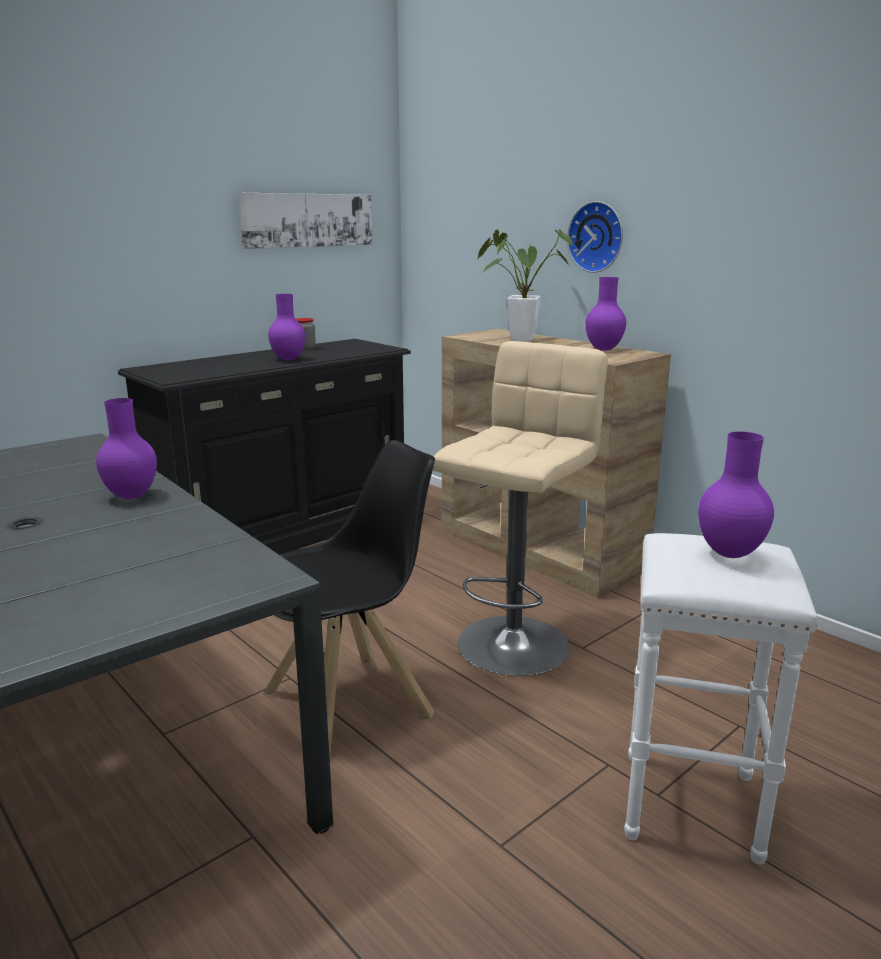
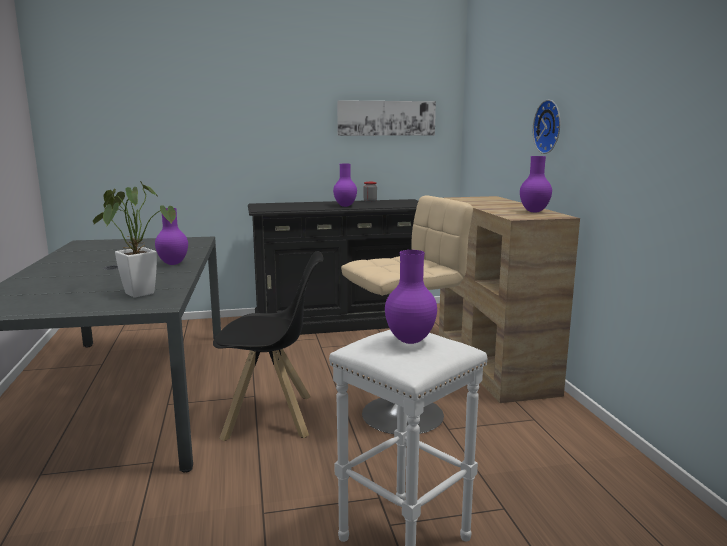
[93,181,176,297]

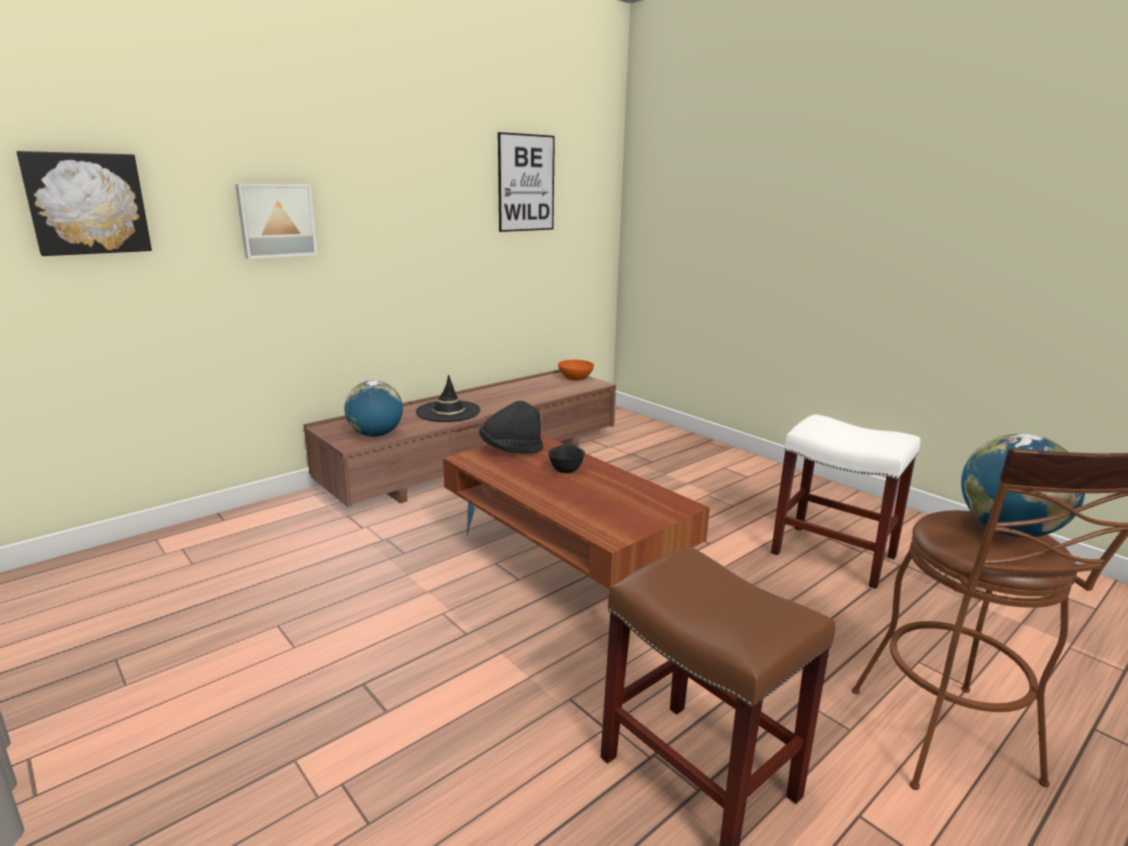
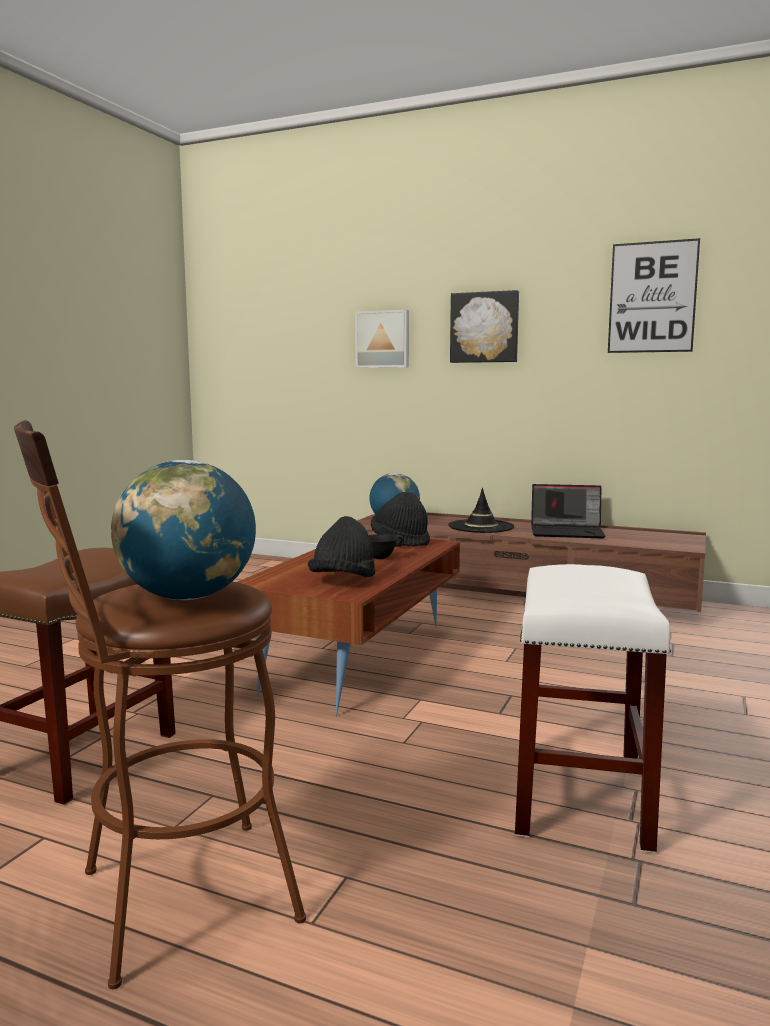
[450,290,519,363]
[558,360,594,381] (first image)
[531,484,606,539]
[308,516,375,577]

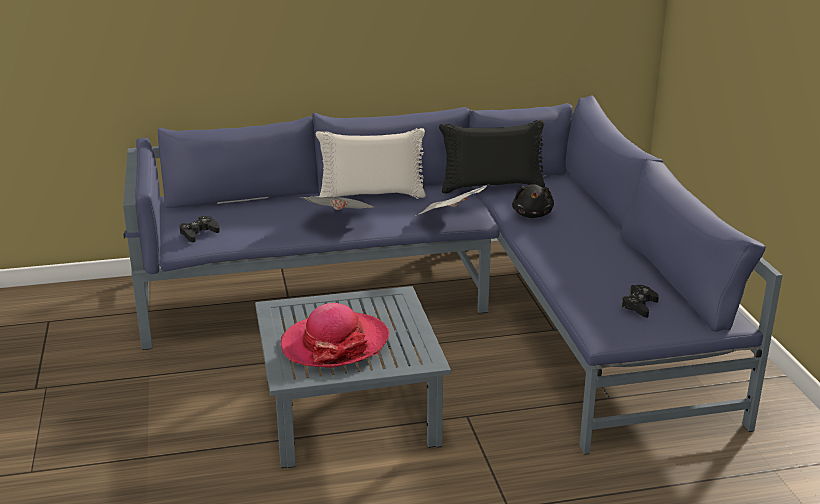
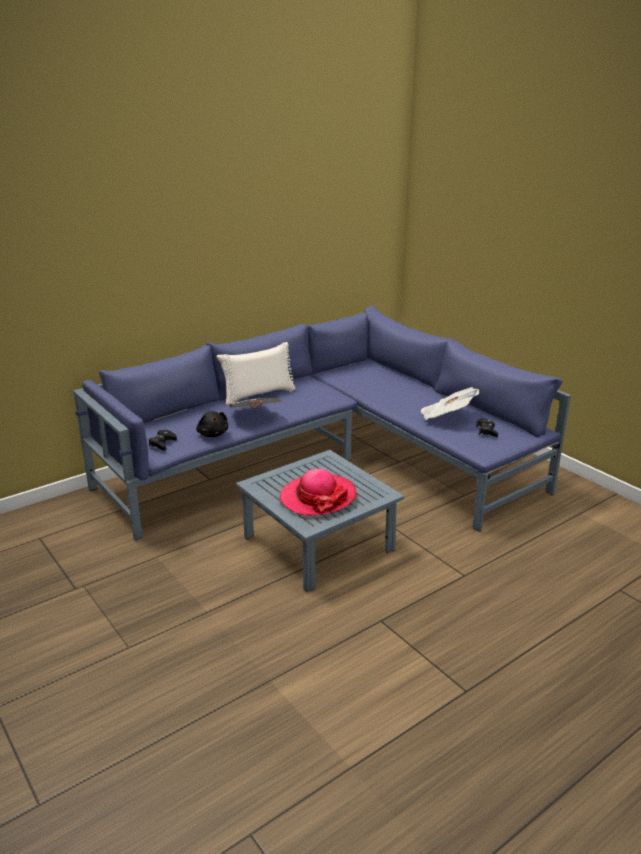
[439,120,545,194] (first image)
[421,387,479,420]
[196,411,228,437]

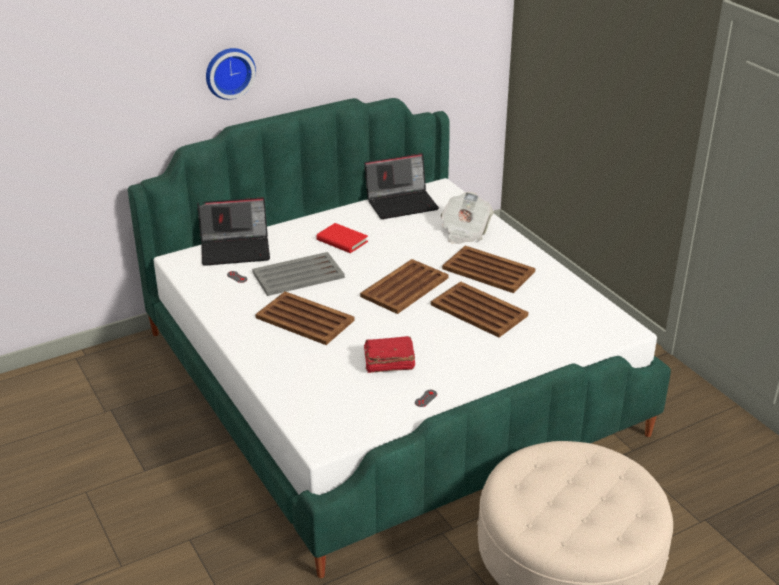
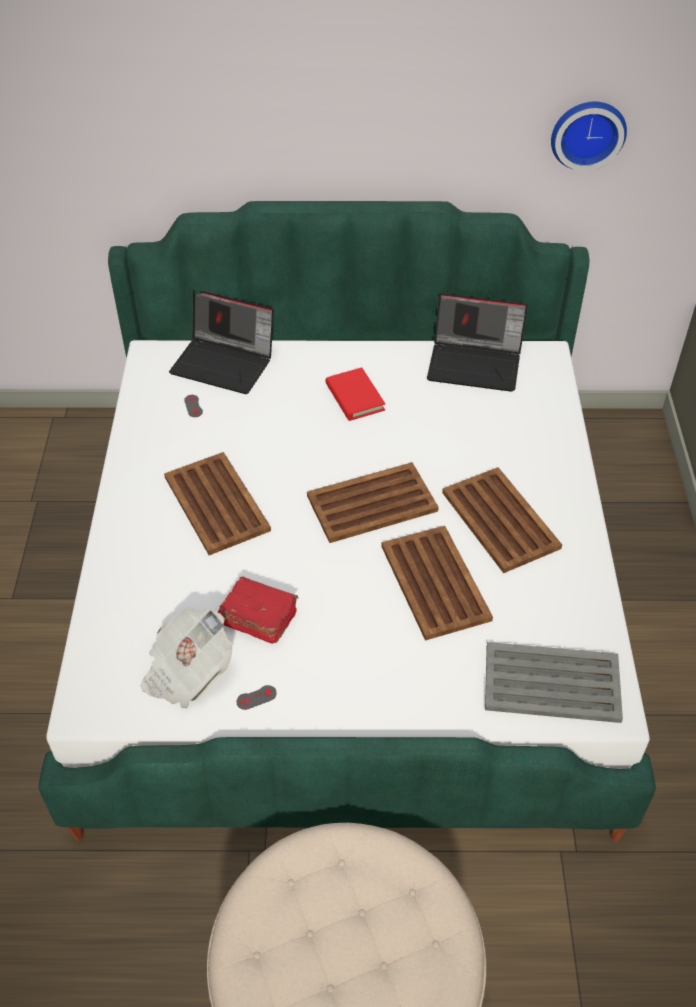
[551,102,627,171]
[141,607,232,709]
[485,642,623,723]

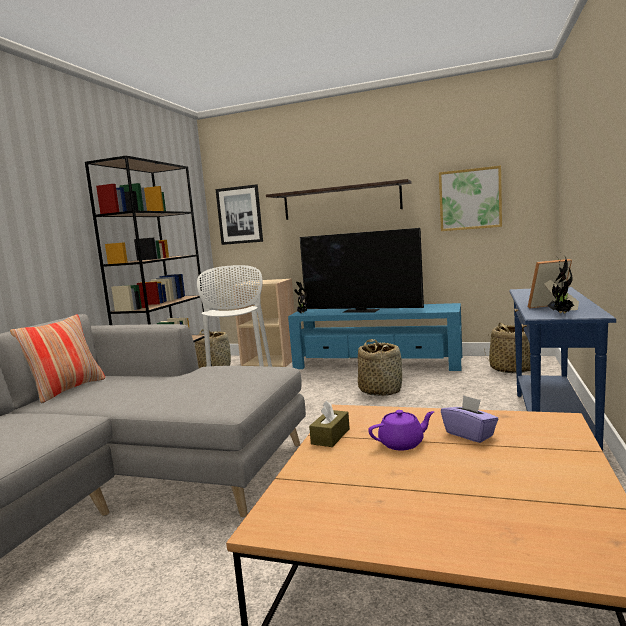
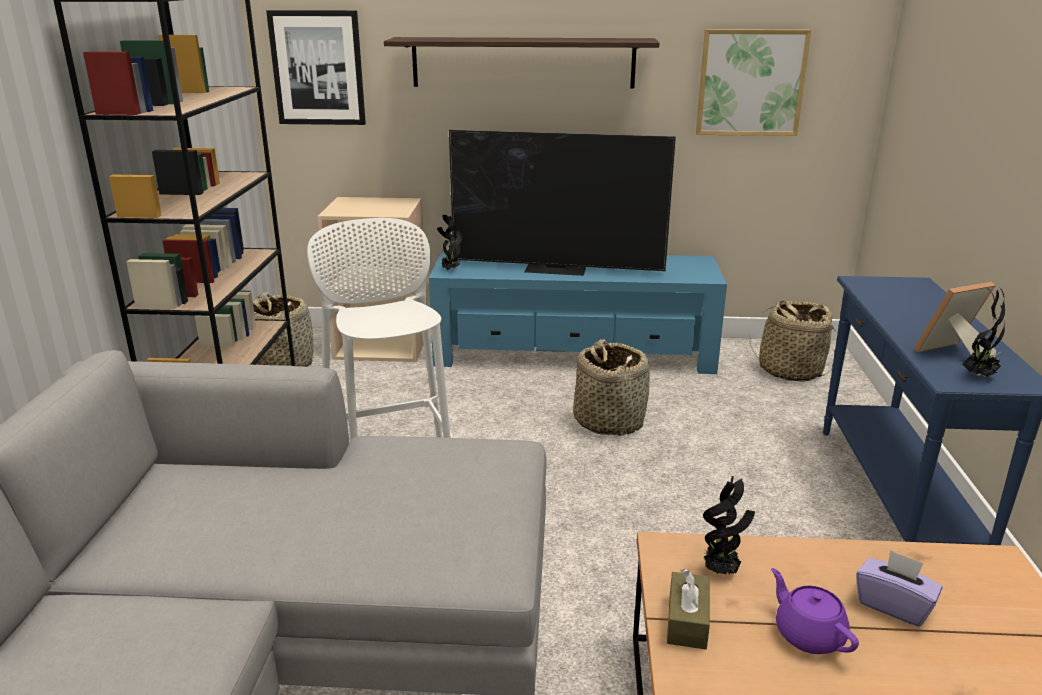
[10,315,105,404] (first image)
[771,568,859,654]
[703,476,755,574]

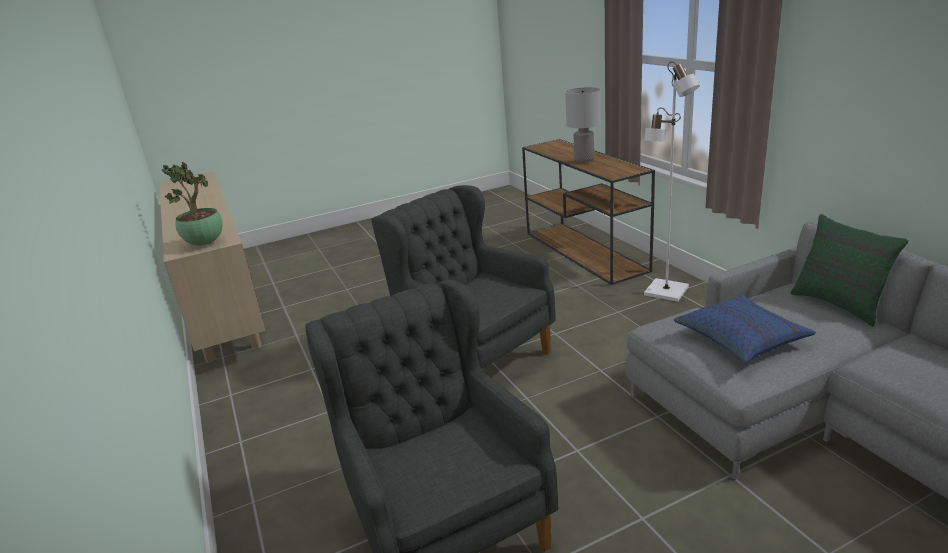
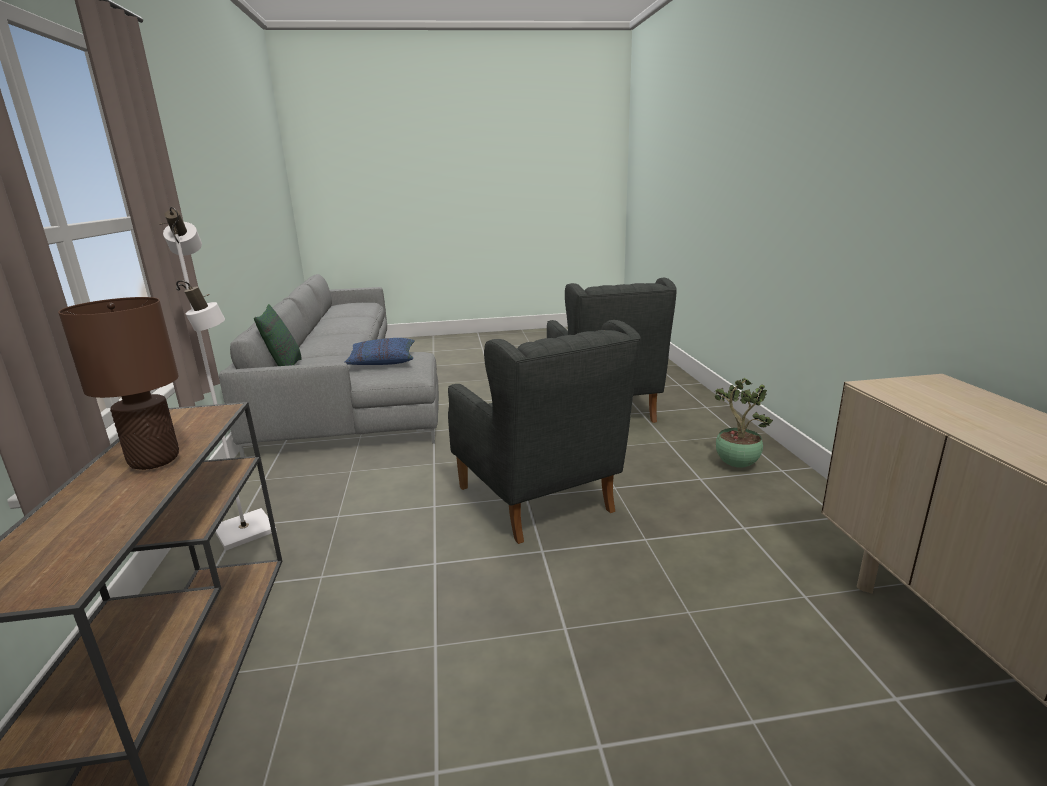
[58,297,179,470]
[715,378,773,468]

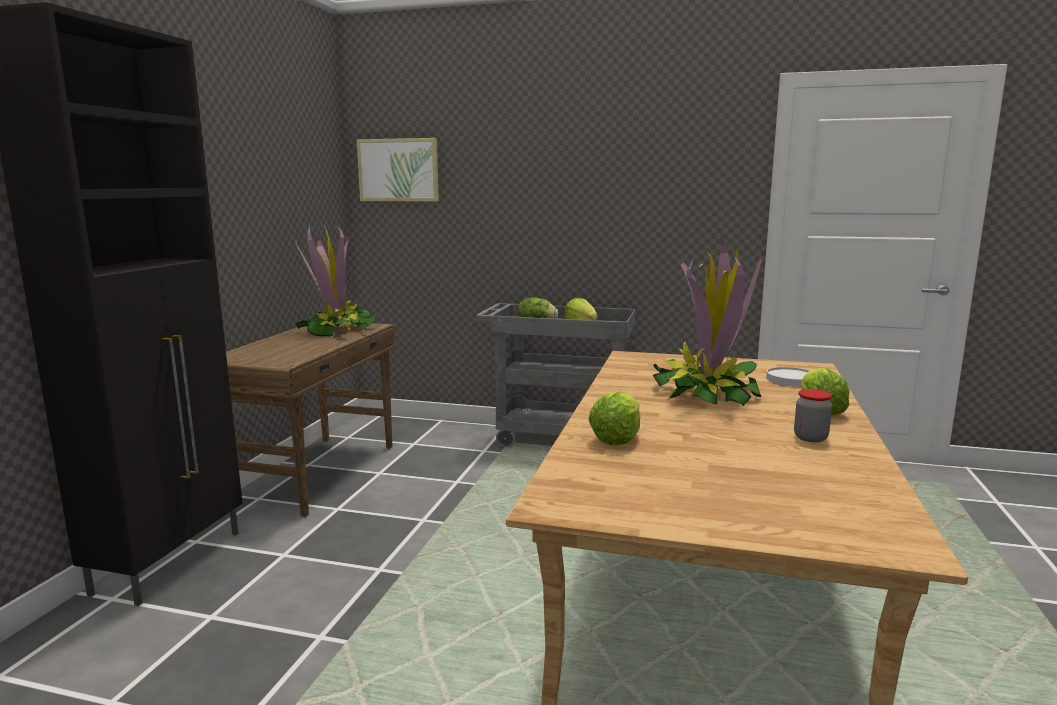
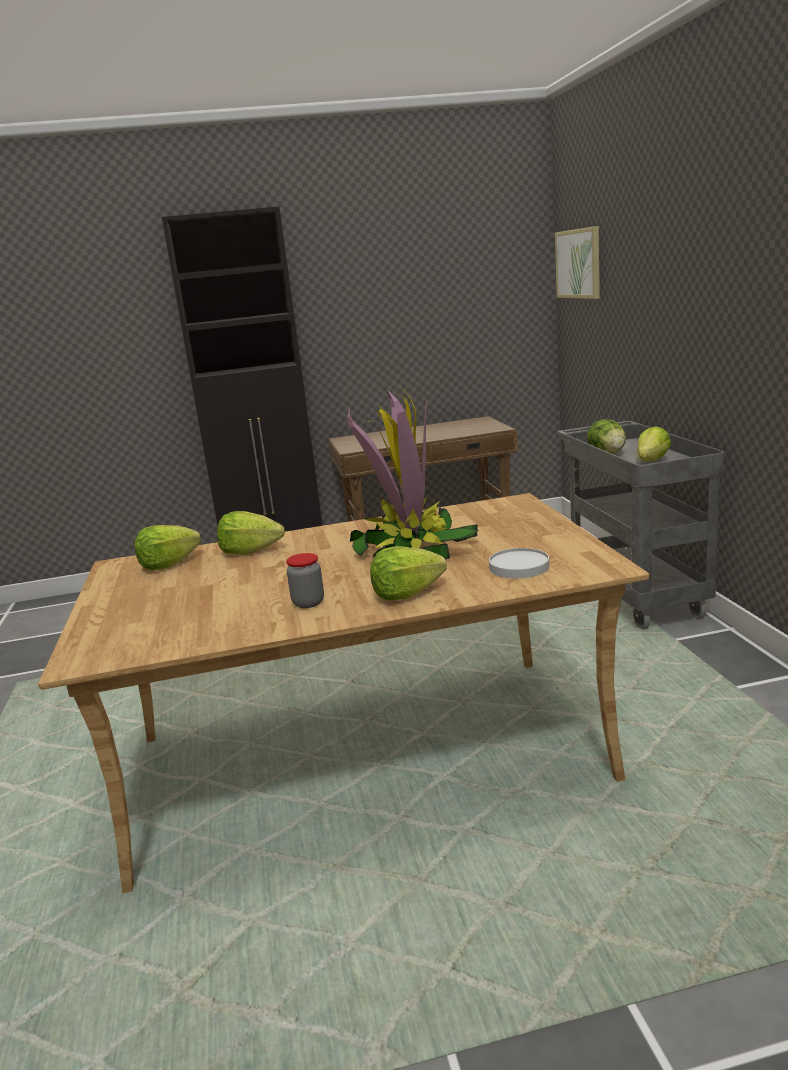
[296,225,377,336] (first image)
[135,525,201,570]

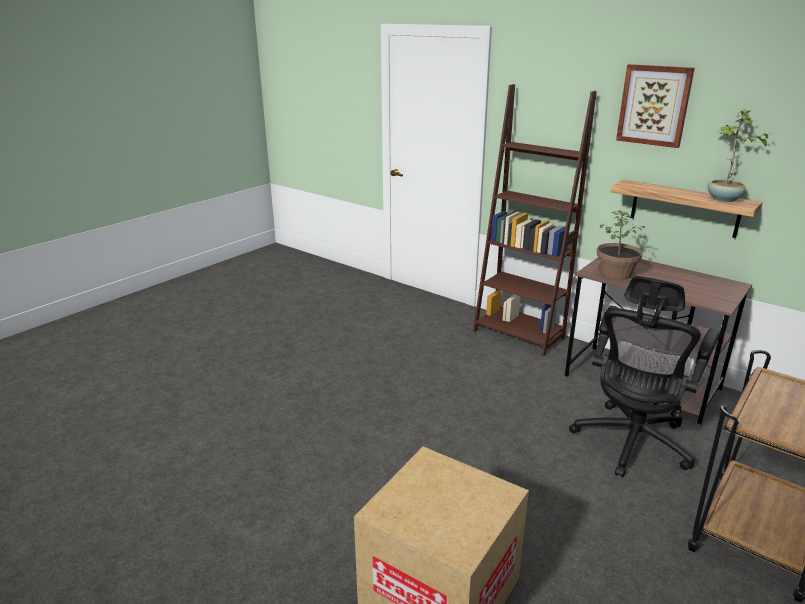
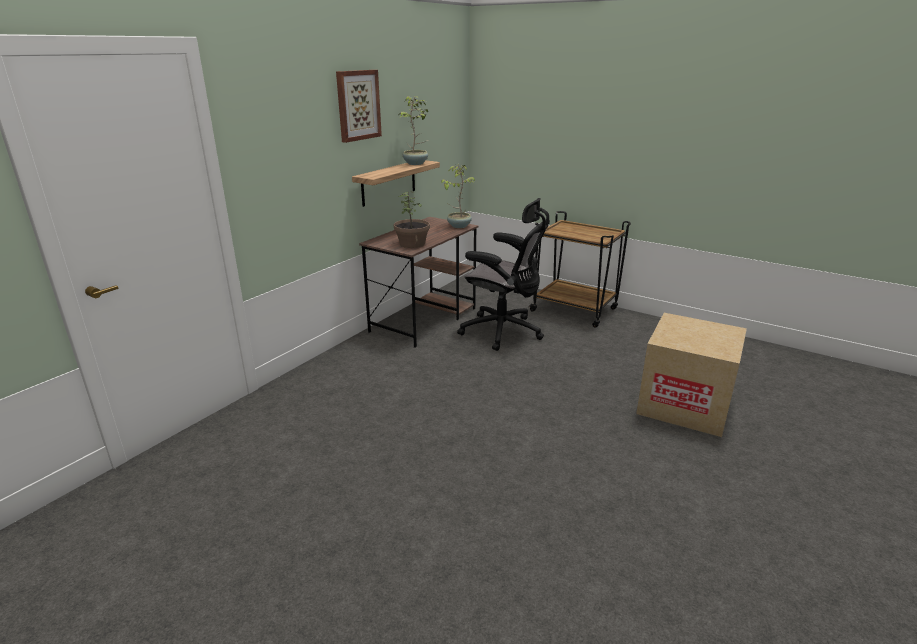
[473,84,597,356] (first image)
[441,164,475,228]

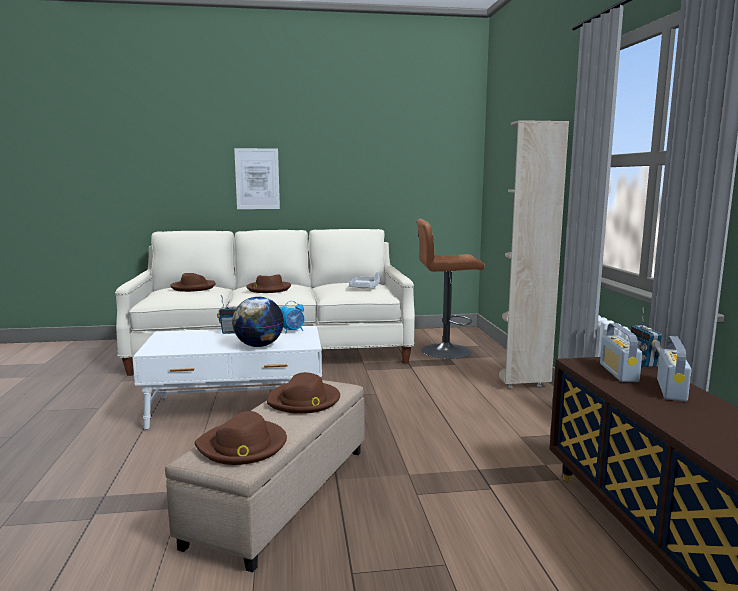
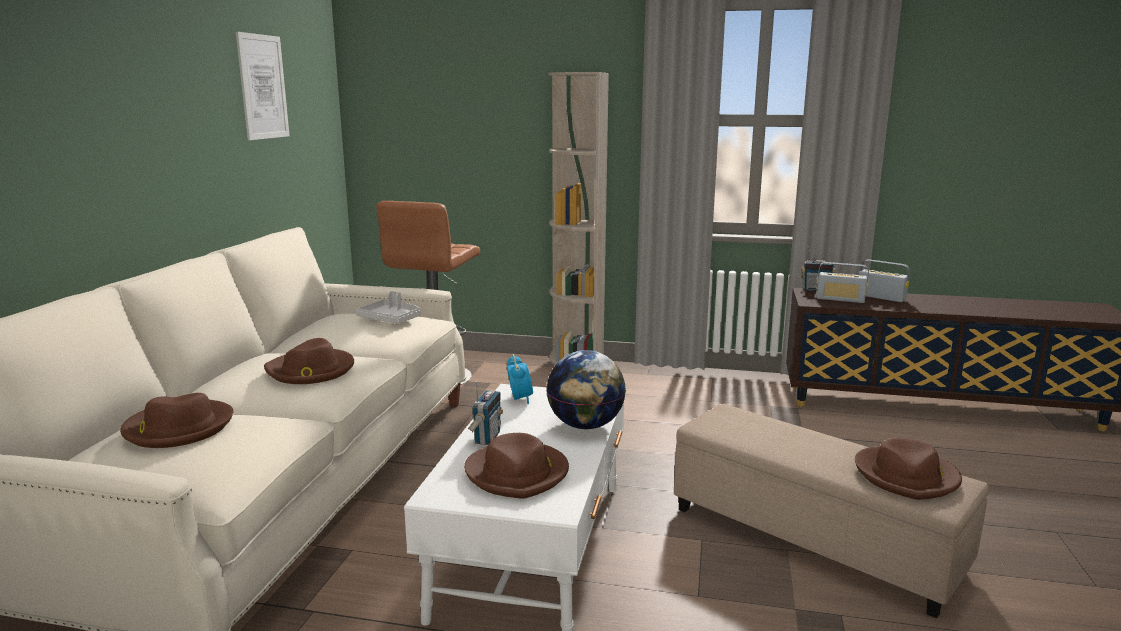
[236,32,290,140]
[464,433,569,499]

